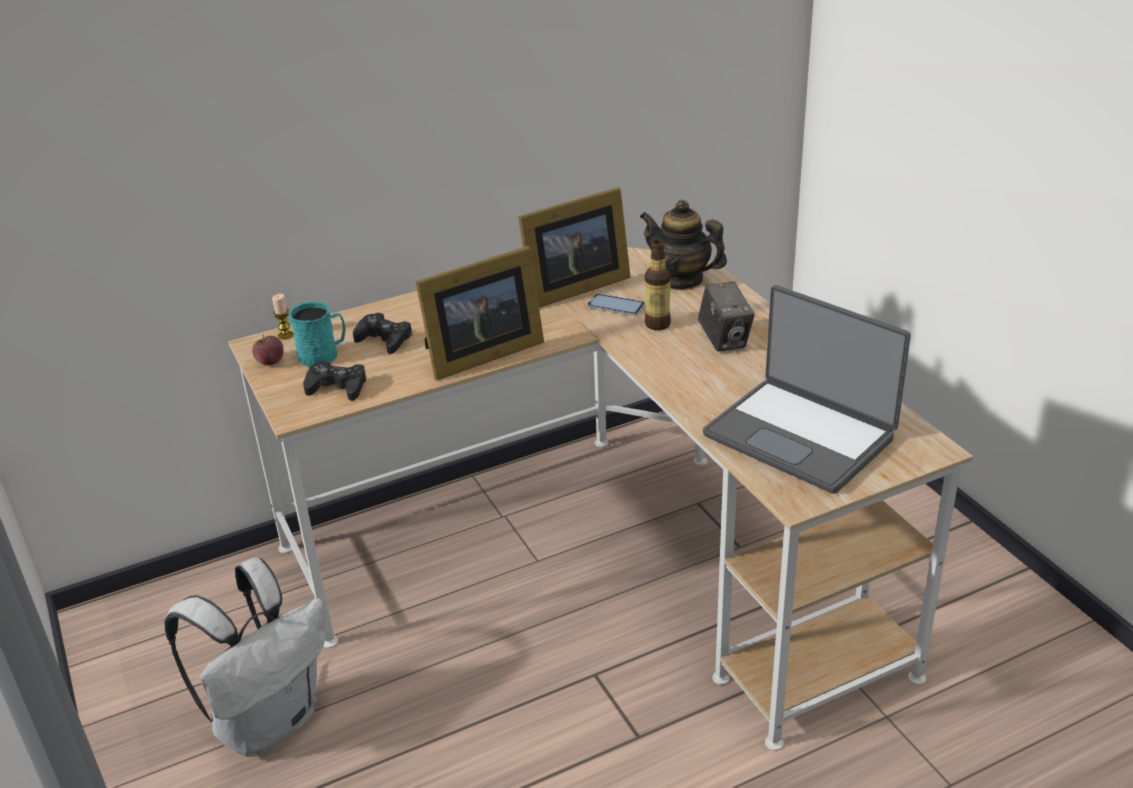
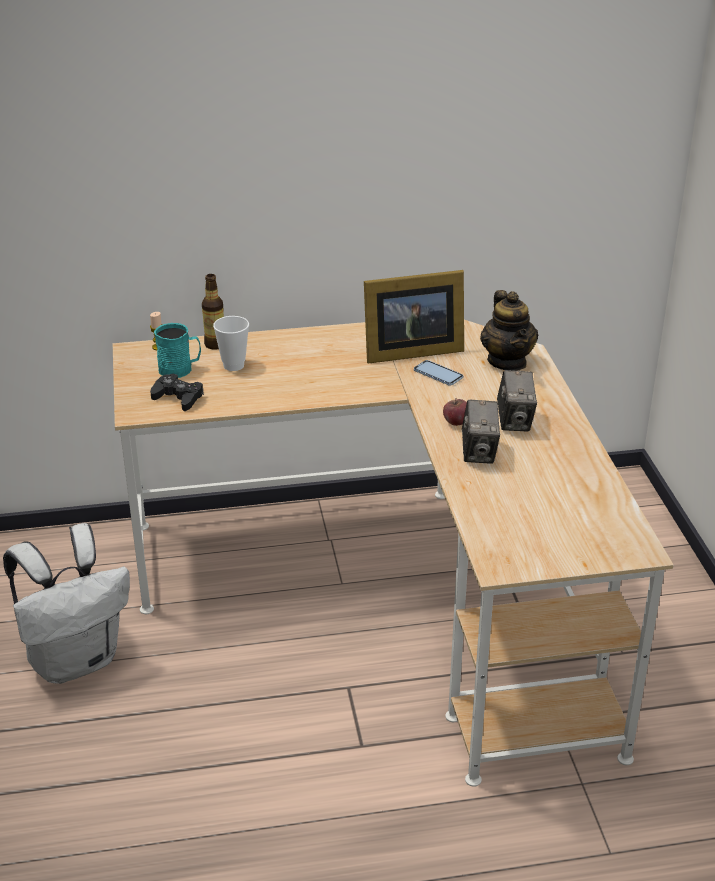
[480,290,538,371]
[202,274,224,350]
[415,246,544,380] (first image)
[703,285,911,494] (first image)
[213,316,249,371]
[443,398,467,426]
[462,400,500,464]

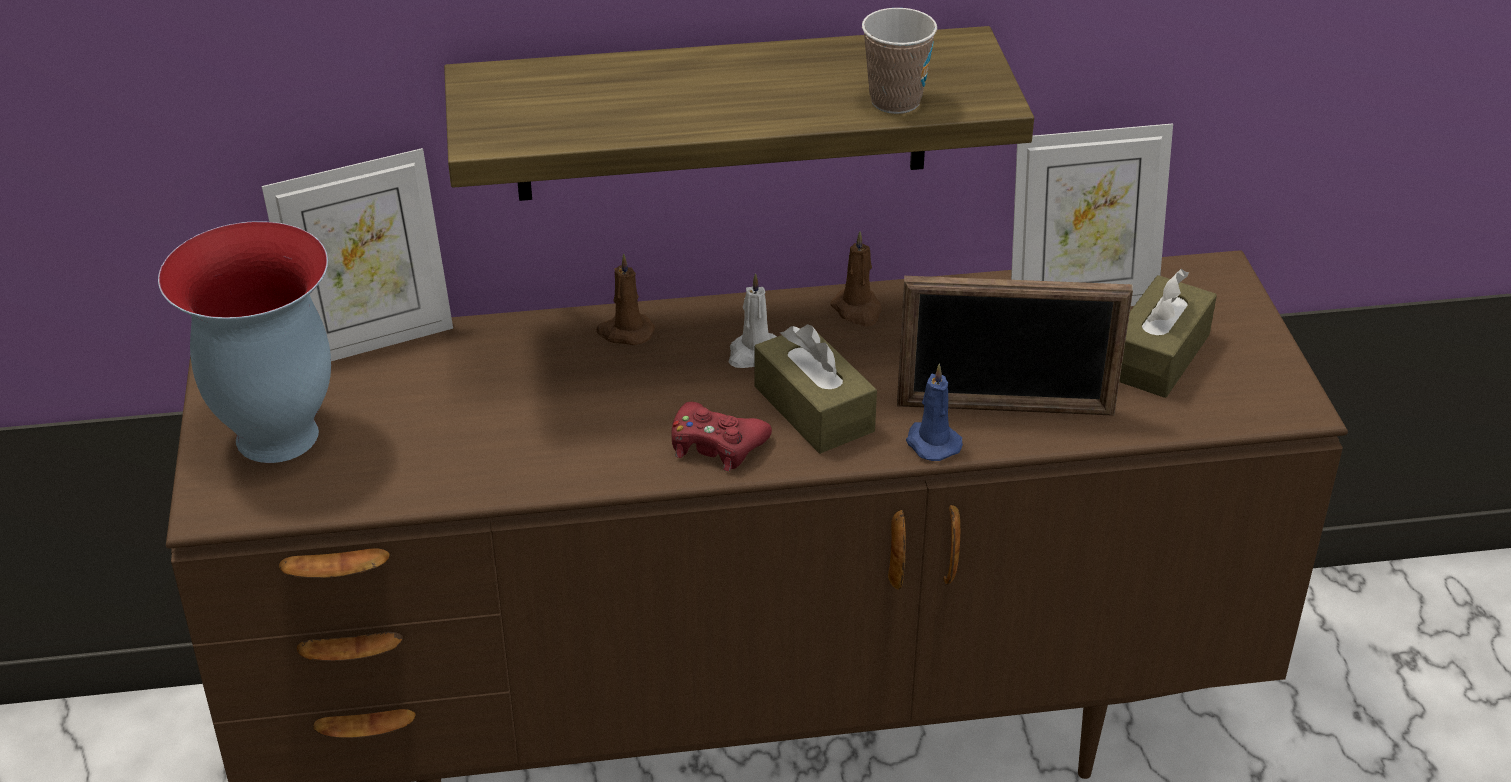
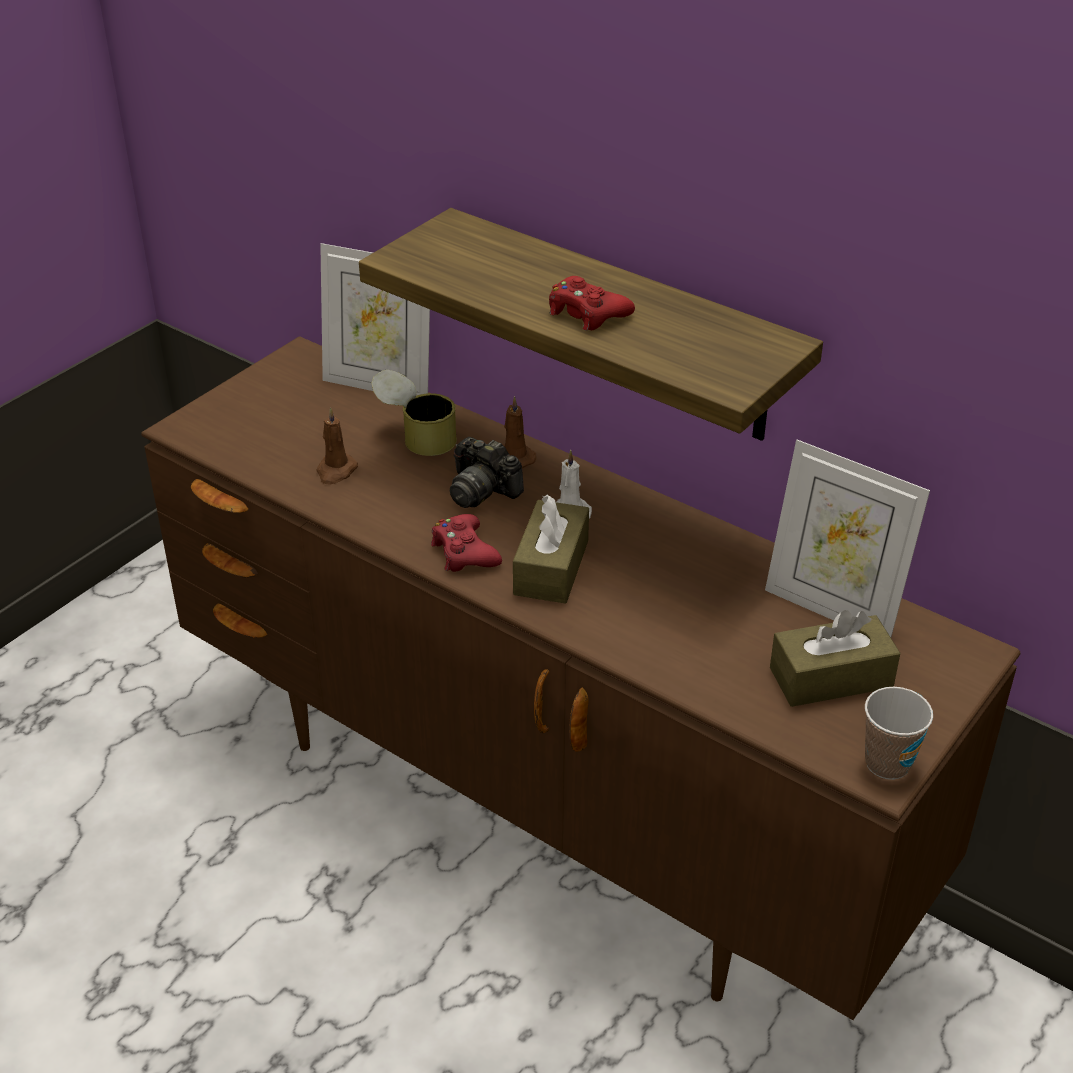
[865,687,933,780]
[158,221,331,463] (first image)
[316,407,358,485]
[897,276,1133,416] (first image)
[906,363,963,461] (first image)
[549,276,635,331]
[372,370,457,456]
[450,437,524,508]

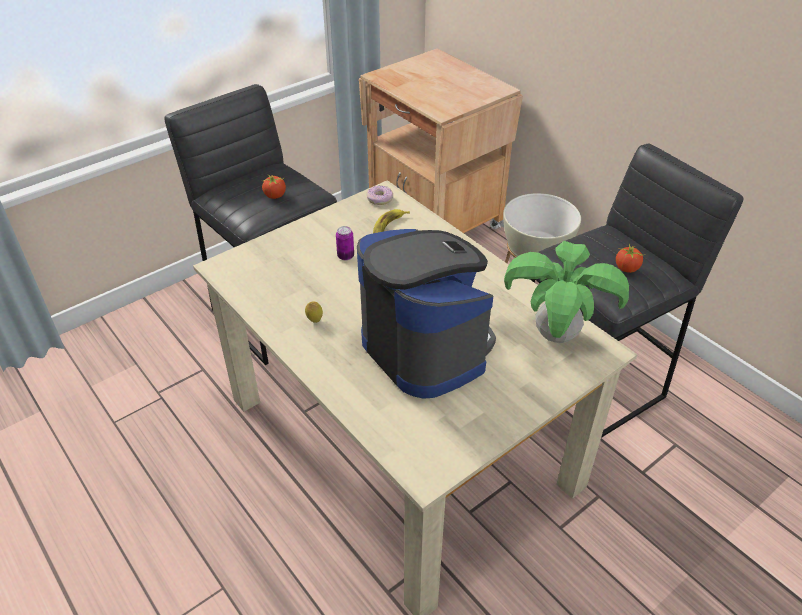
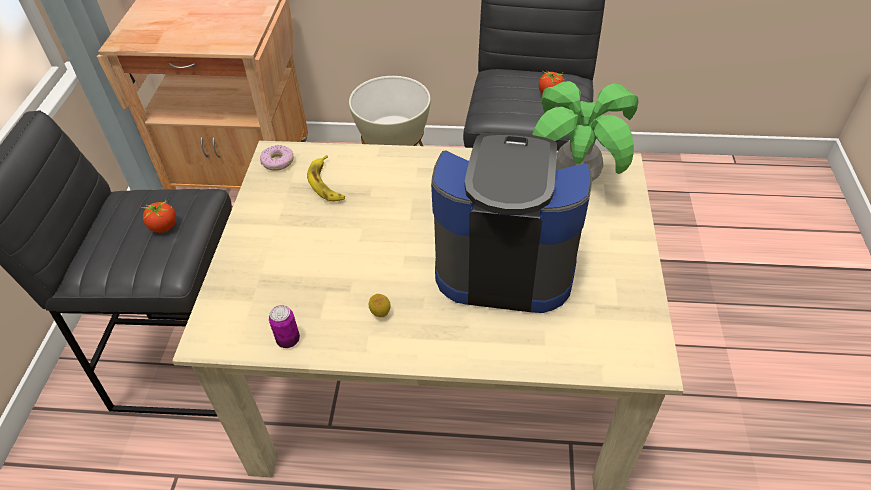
[269,305,300,348]

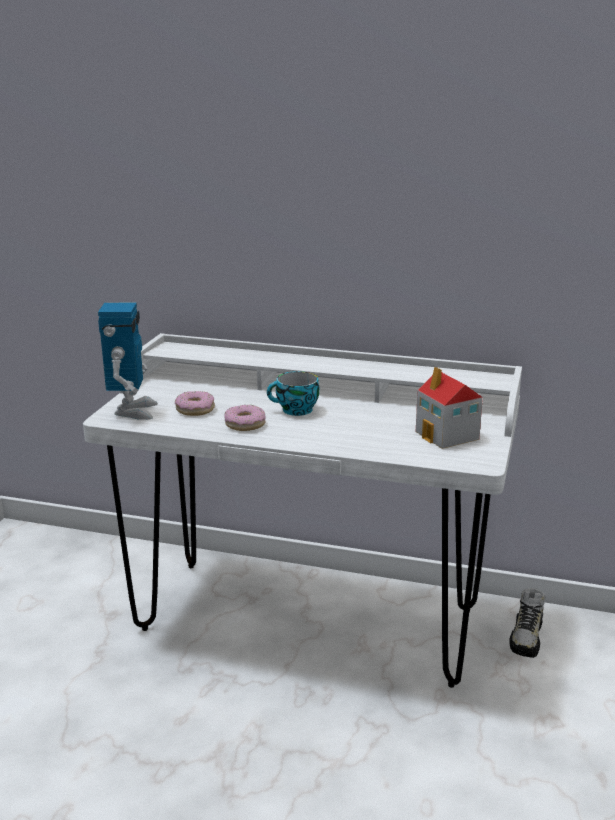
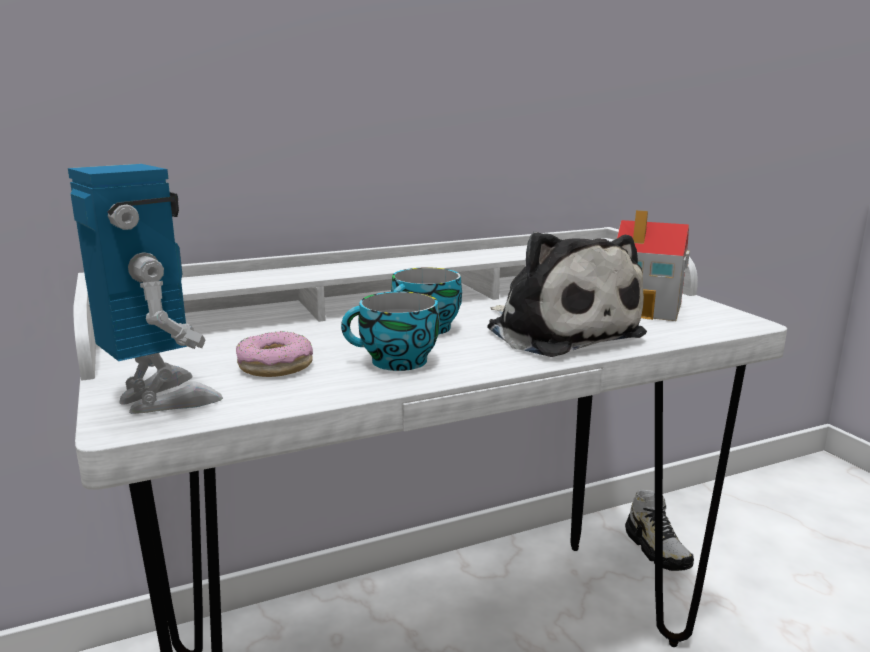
[341,291,440,371]
[487,231,647,357]

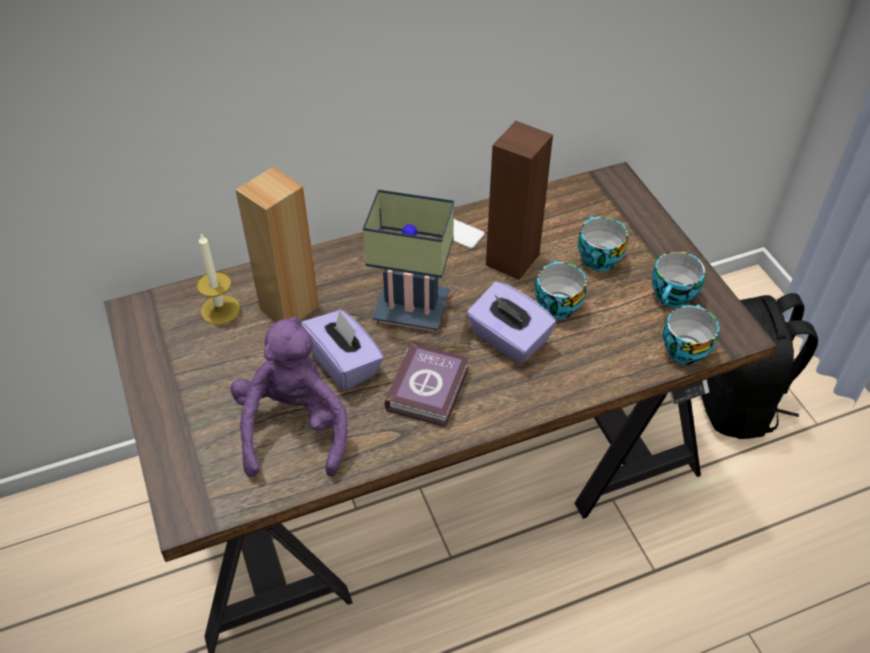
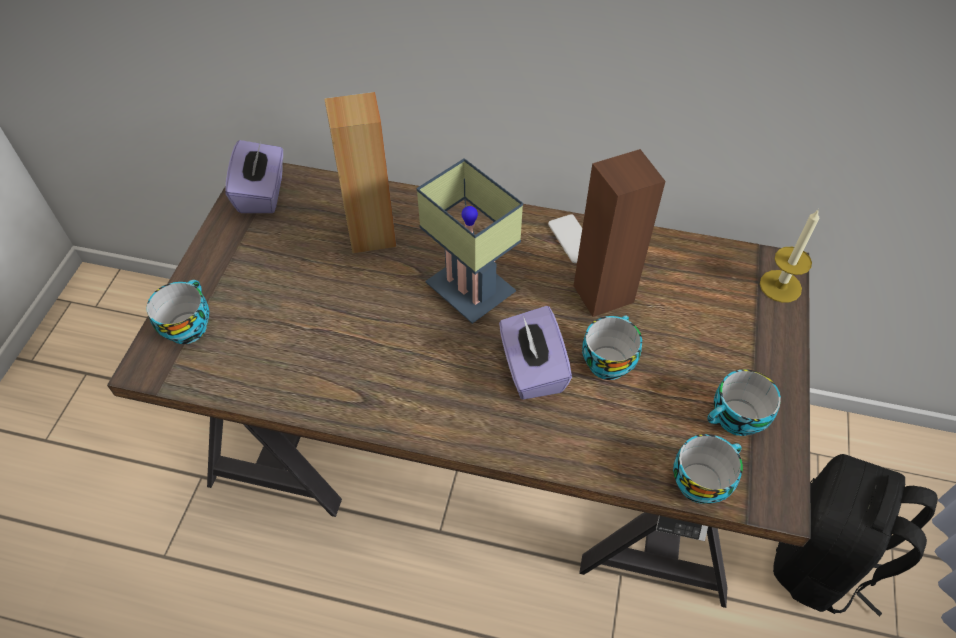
[146,280,209,344]
[760,209,819,303]
[225,140,283,213]
[230,316,348,477] (first image)
[384,342,469,427] (first image)

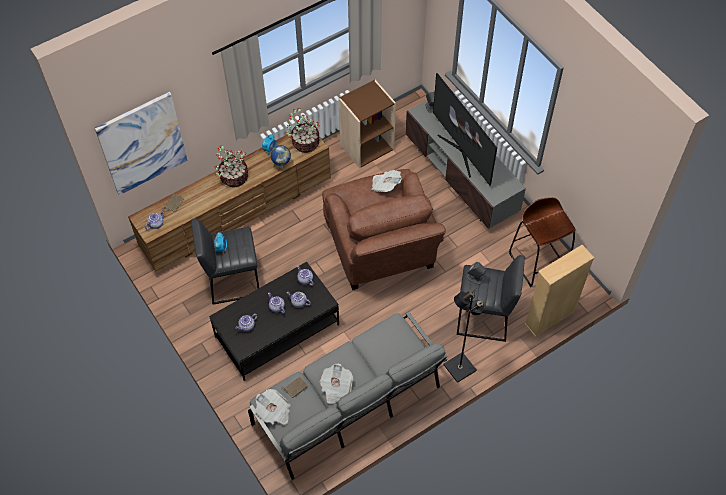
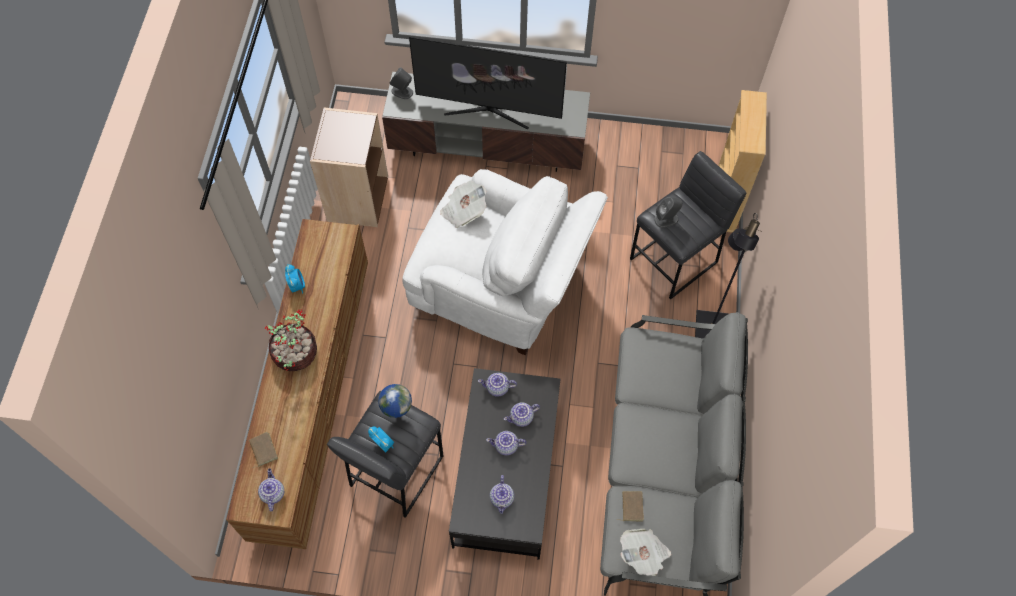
[94,92,188,195] (first image)
[285,108,320,153] (first image)
[378,384,412,418]
[402,169,608,355]
[509,197,576,287] (first image)
[320,364,353,404] (first image)

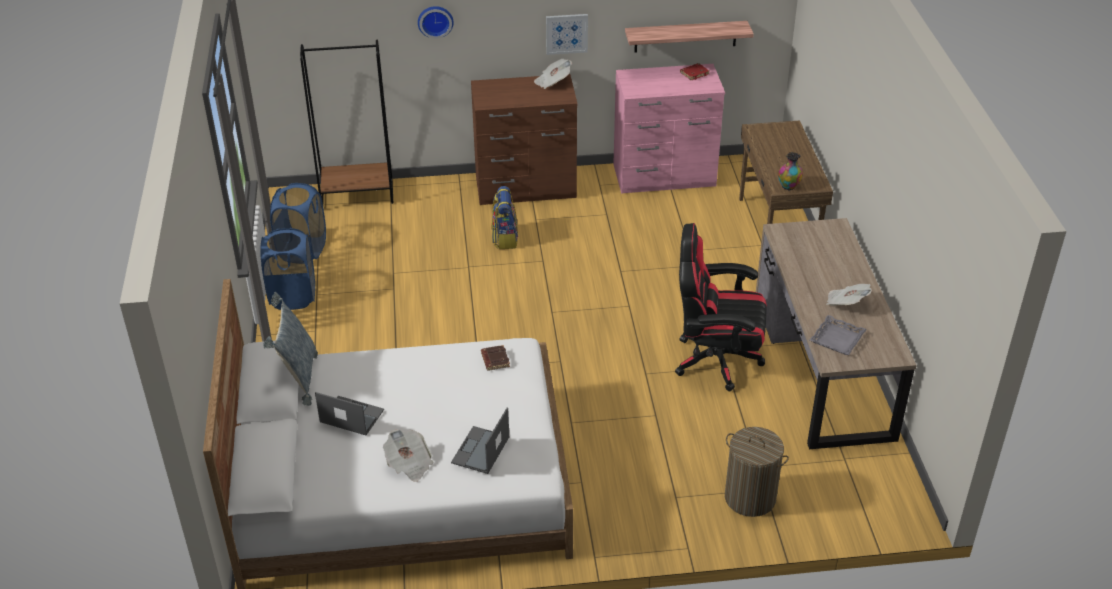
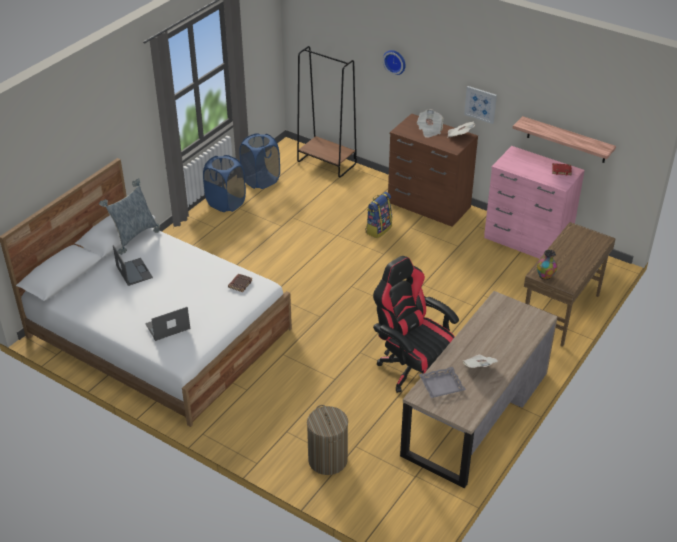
[417,109,444,138]

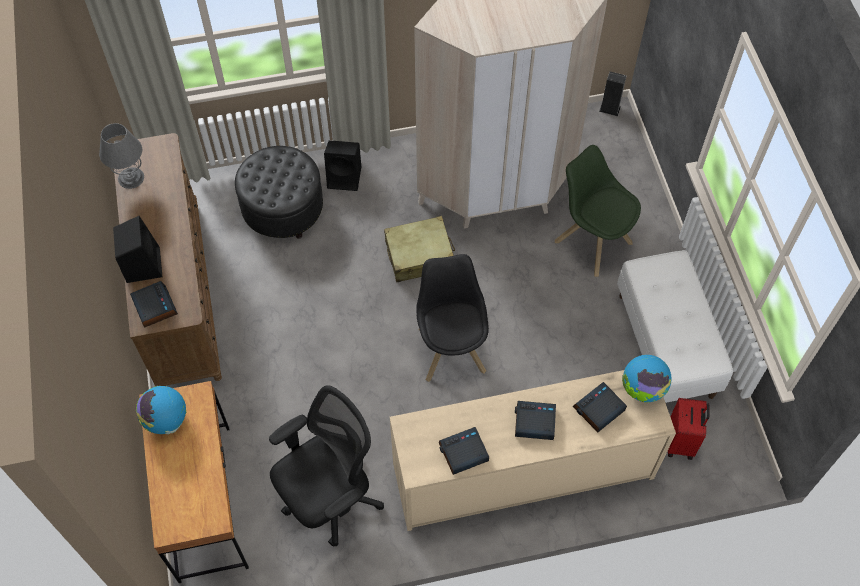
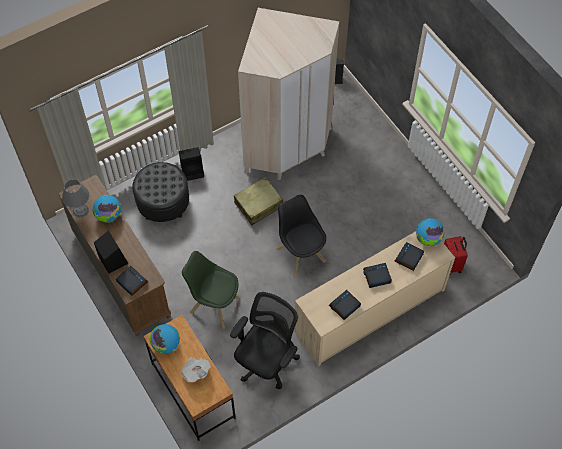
[182,251,241,329]
[617,250,733,403] (first image)
[92,195,121,223]
[180,357,211,382]

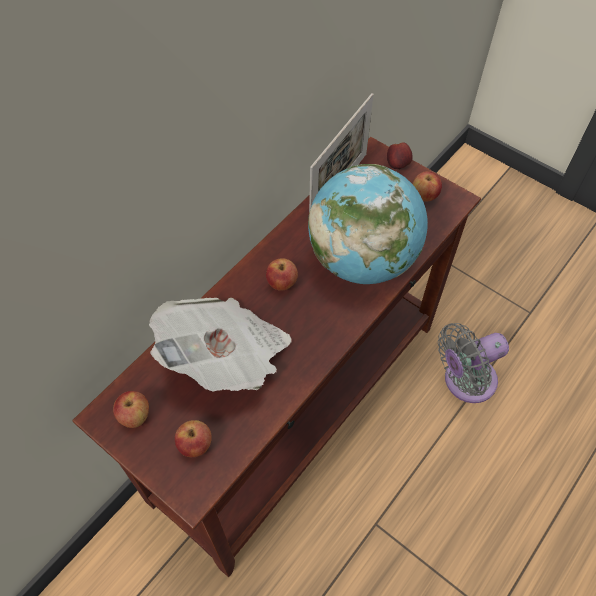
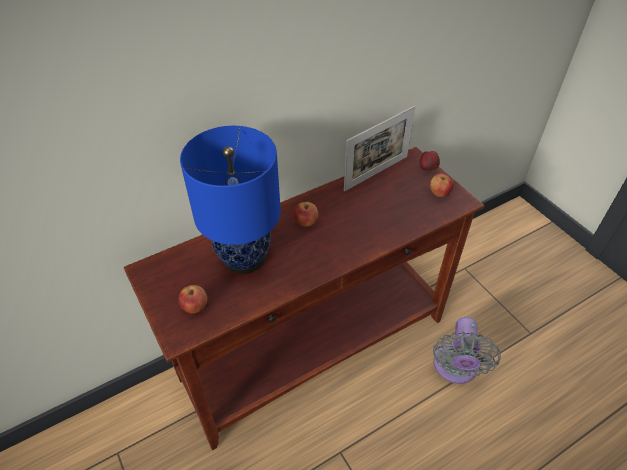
[308,164,428,284] (first image)
[180,126,281,274]
[433,317,501,384]
[113,391,149,428] (first image)

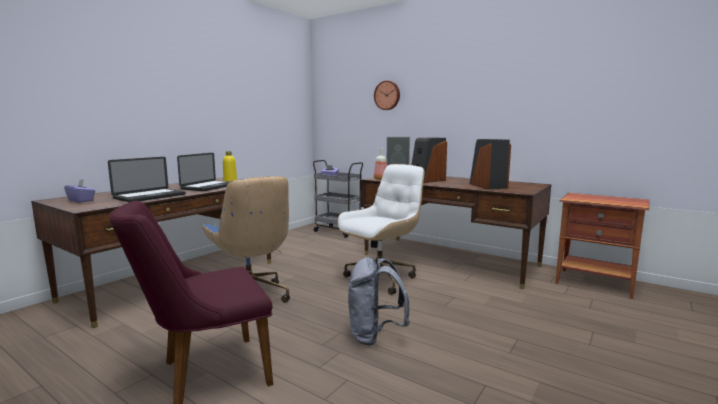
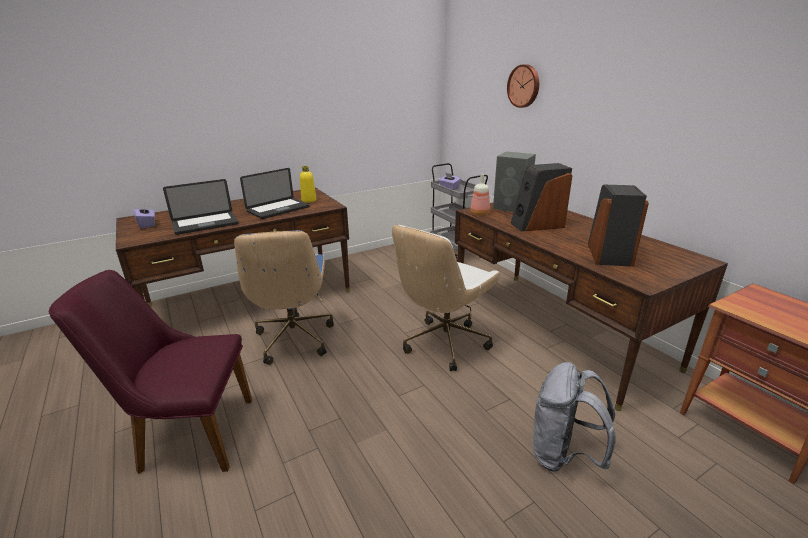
[392,225,500,371]
[533,362,616,472]

